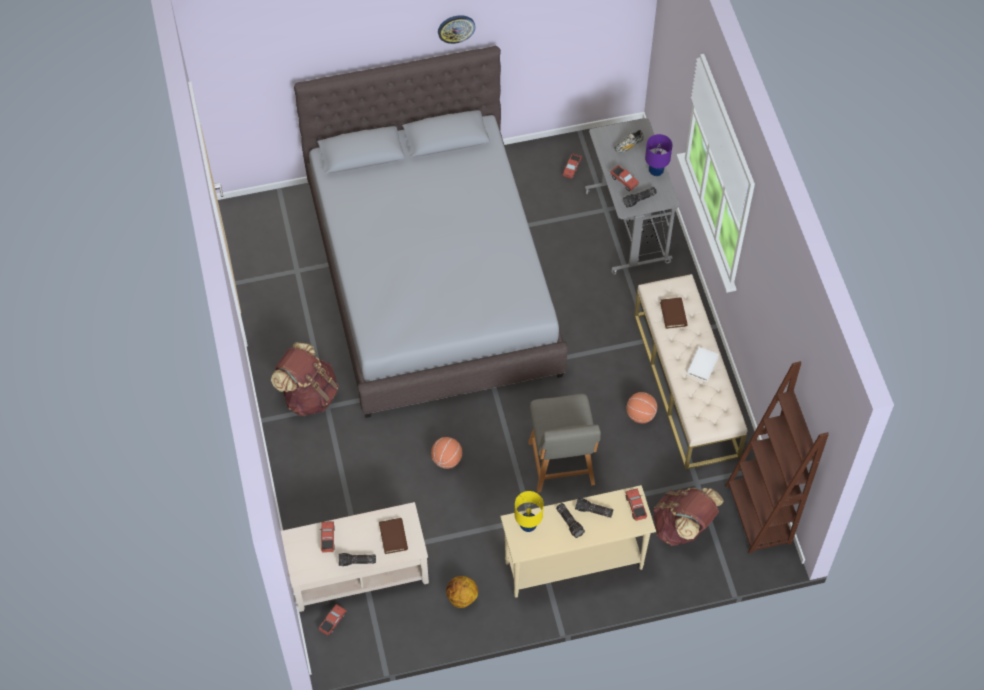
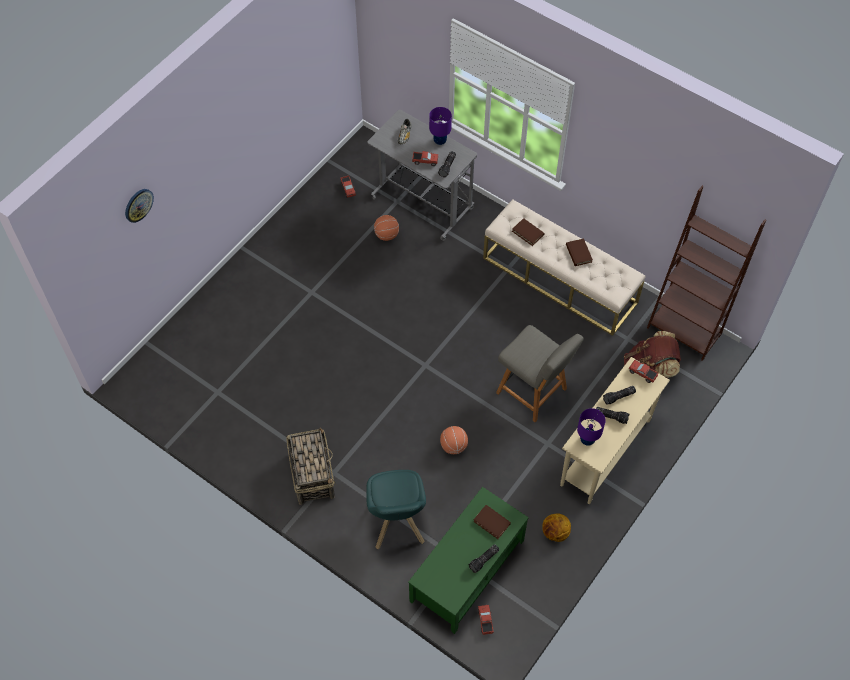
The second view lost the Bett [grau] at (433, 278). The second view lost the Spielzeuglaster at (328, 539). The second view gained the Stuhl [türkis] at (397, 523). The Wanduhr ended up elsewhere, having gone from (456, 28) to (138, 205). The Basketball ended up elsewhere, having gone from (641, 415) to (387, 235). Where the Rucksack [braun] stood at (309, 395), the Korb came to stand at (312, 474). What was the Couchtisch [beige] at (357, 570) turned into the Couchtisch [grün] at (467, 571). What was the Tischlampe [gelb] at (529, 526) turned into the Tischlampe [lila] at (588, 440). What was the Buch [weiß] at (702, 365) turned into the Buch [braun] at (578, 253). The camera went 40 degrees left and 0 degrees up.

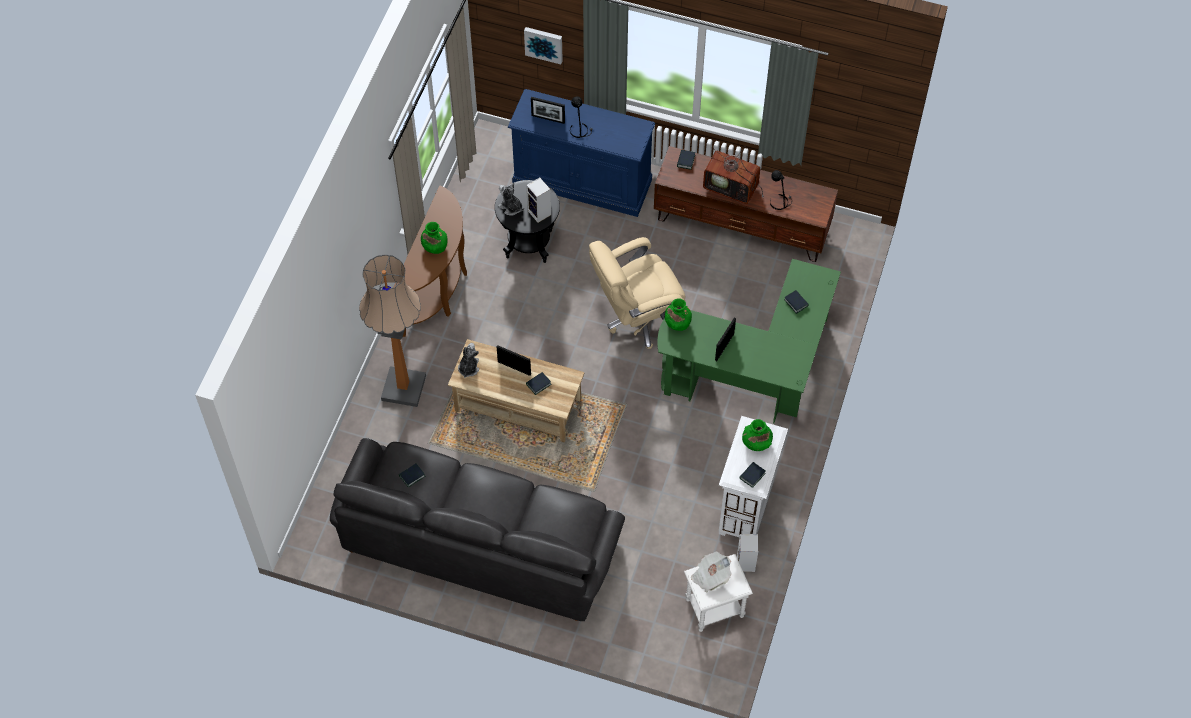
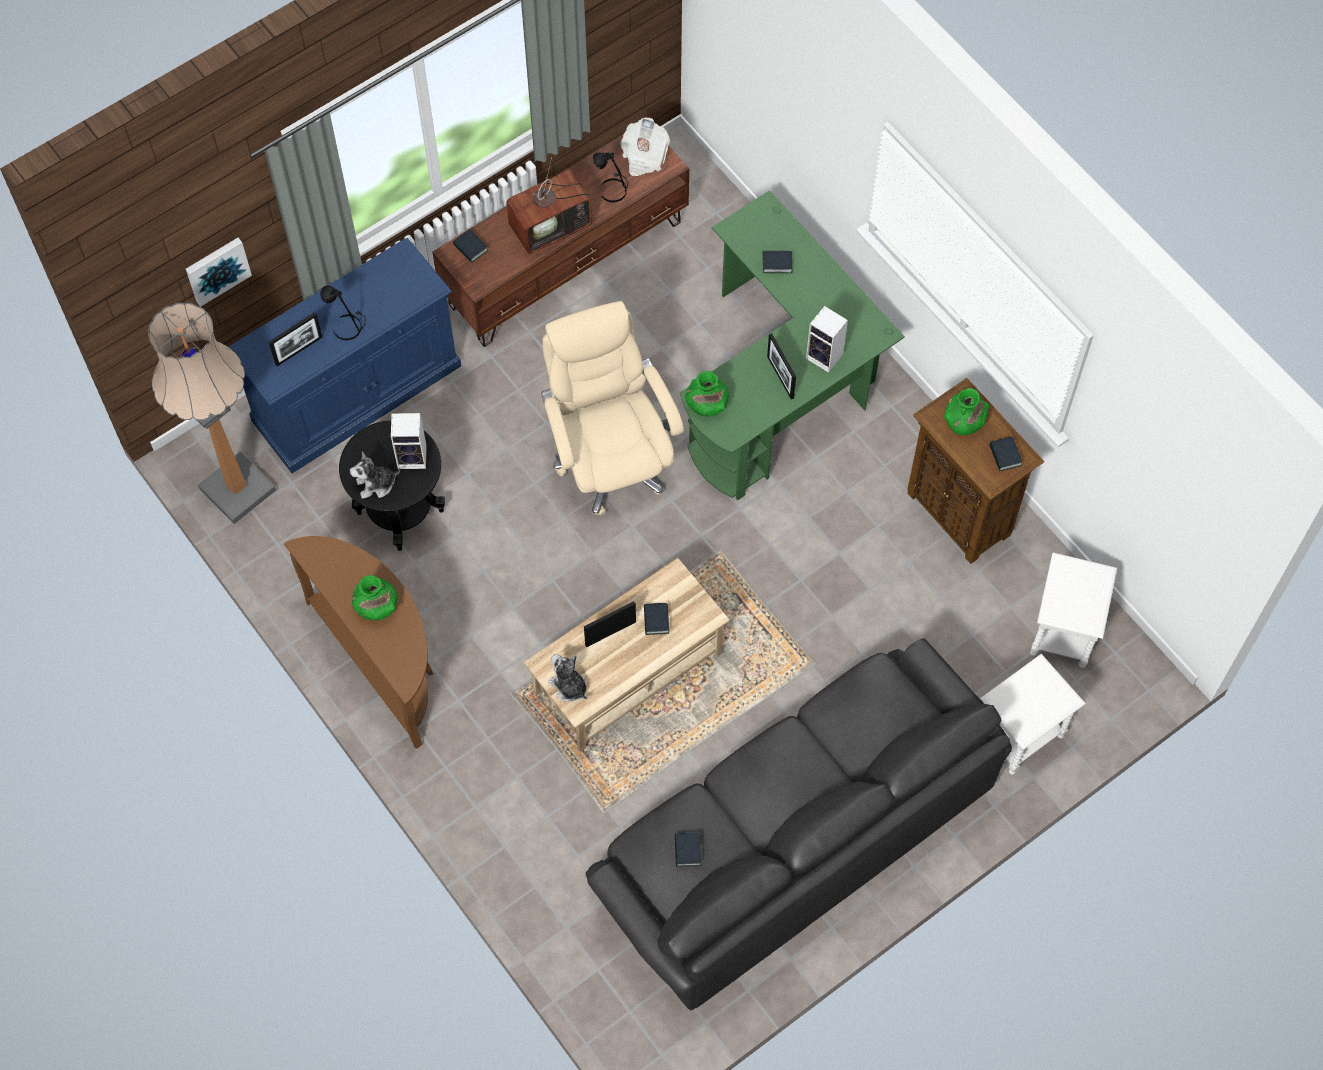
The second view gained the Beistelltisch [weiß] at (1020, 735). The Stehlampe ended up elsewhere, having gone from (404, 388) to (237, 489). The Zeitung ended up elsewhere, having gone from (710, 576) to (644, 156). The Lautsprecher ended up elsewhere, having gone from (746, 563) to (826, 357). What was the Schrank [weiß] at (746, 511) turned into the Schrank [braun] at (960, 515). The Bürostuhl [beige] at (637, 320) ended up facing another way, 150 degrees clockwise from before. The camera went 55 degrees left and 5 degrees up.

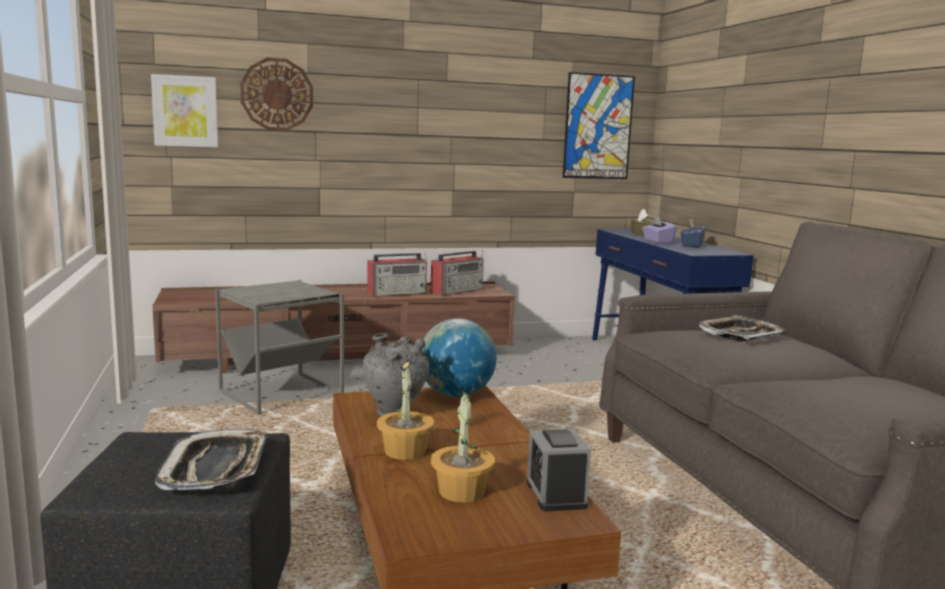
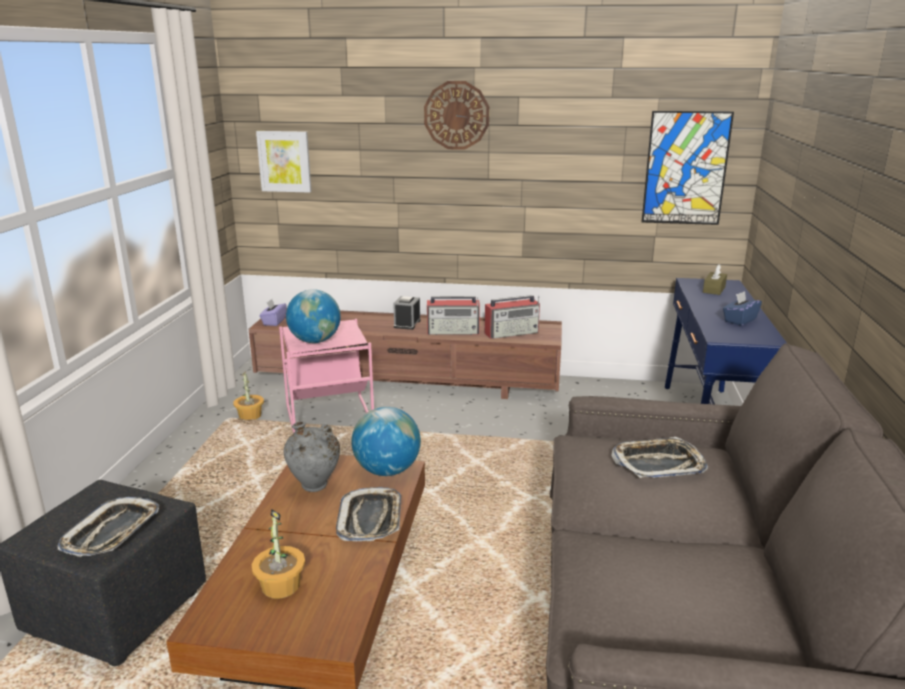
The second view gained the Globus at (315, 341). The second view gained the Tablett at (370, 520). The Wanduhr ended up elsewhere, having gone from (277, 94) to (456, 115). The Topfpflanze ended up elsewhere, having gone from (406, 451) to (250, 415). The Wecker ended up elsewhere, having gone from (556, 494) to (407, 324). The Taschentuchbox [lila] ended up elsewhere, having gone from (657, 242) to (274, 322). What was the Beistelltisch [grau] at (282, 394) turned into the Beistelltisch [rosa] at (330, 416). The camera went 25 degrees right and 10 degrees up.

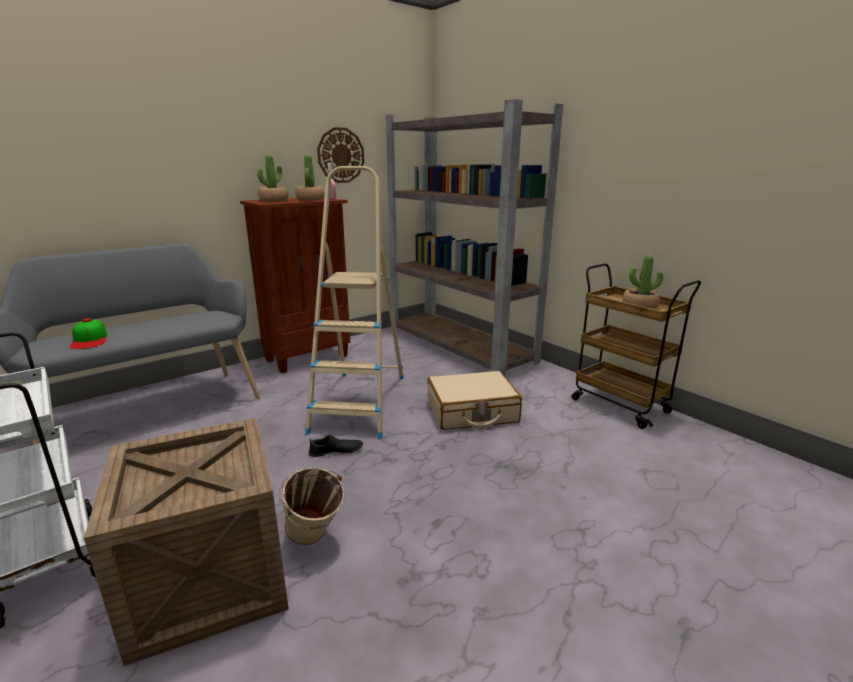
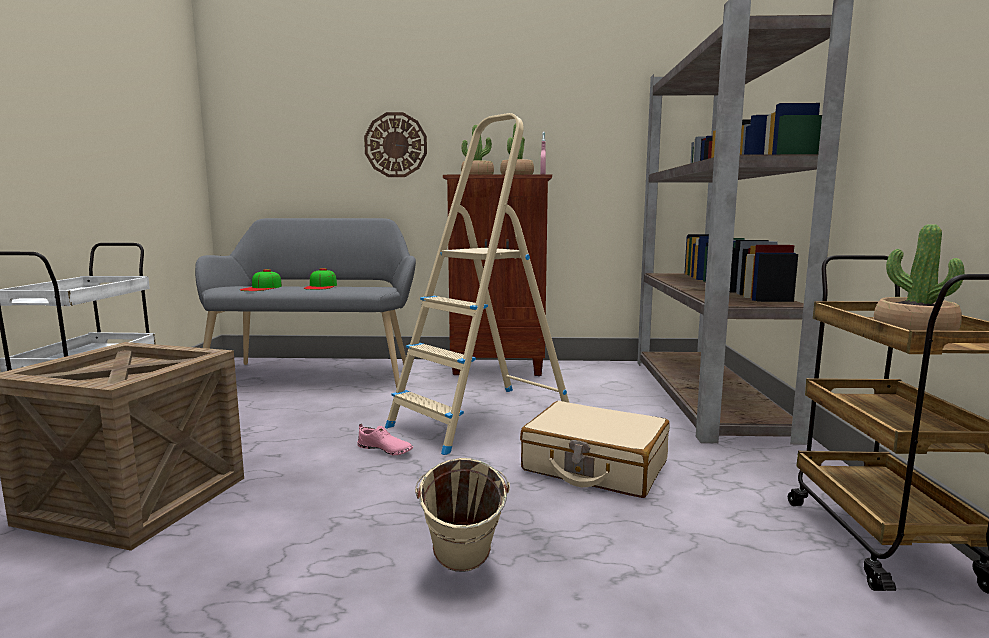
The second view gained the Kappe at (321, 286). The Eimer [beige] ended up elsewhere, having gone from (314, 540) to (462, 569). The Wanduhr ended up elsewhere, having gone from (340, 155) to (396, 145). What was the Schuh [schwarz] at (336, 451) turned into the Schuh [rosa] at (385, 450). The camera went 40 degrees right and 10 degrees down.

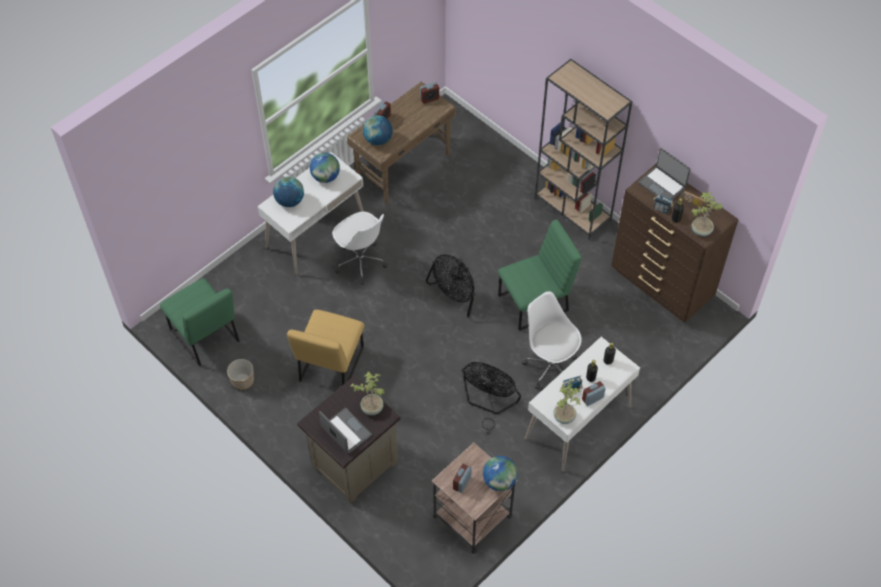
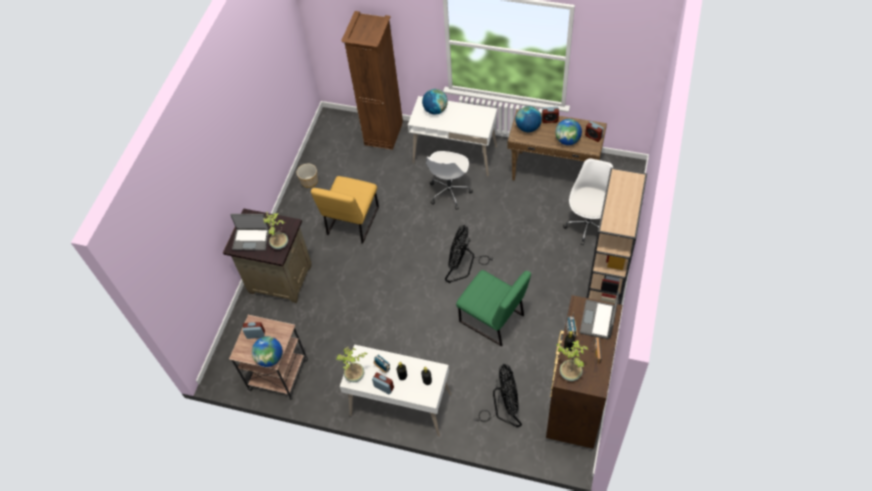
The second view lost the Stuhl [grün] at (205, 336). The second view gained the Schrank [braun] at (384, 134). The Globus ended up elsewhere, having gone from (325, 177) to (567, 140). The Ventilator [schwarz] ended up elsewhere, having gone from (488, 403) to (503, 405). The Bürostuhl [weiß] ended up elsewhere, having gone from (549, 367) to (587, 226). The Stuhl [gelb] at (330, 365) ended up facing another way, 60 degrees counterclockwise from before. The Laptop at (345, 432) ended up facing another way, 75 degrees clockwise from before. The camera went 65 degrees right and 0 degrees up.

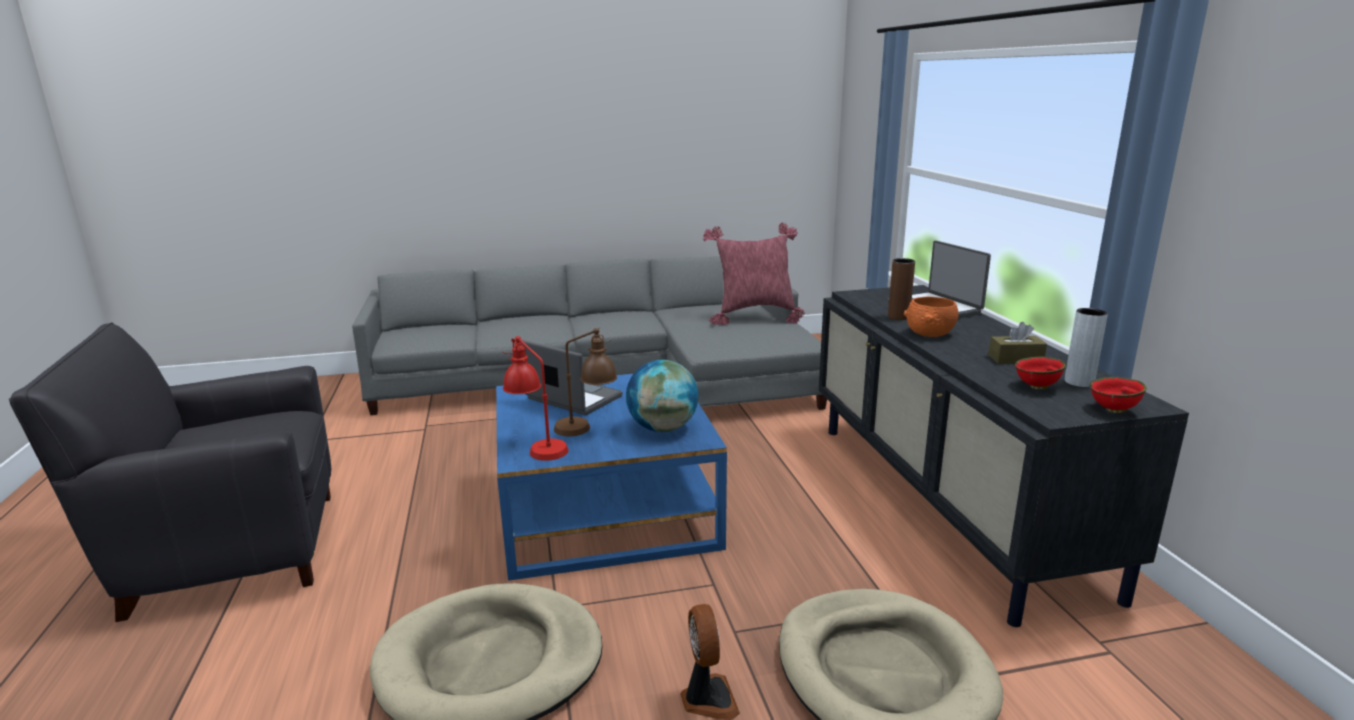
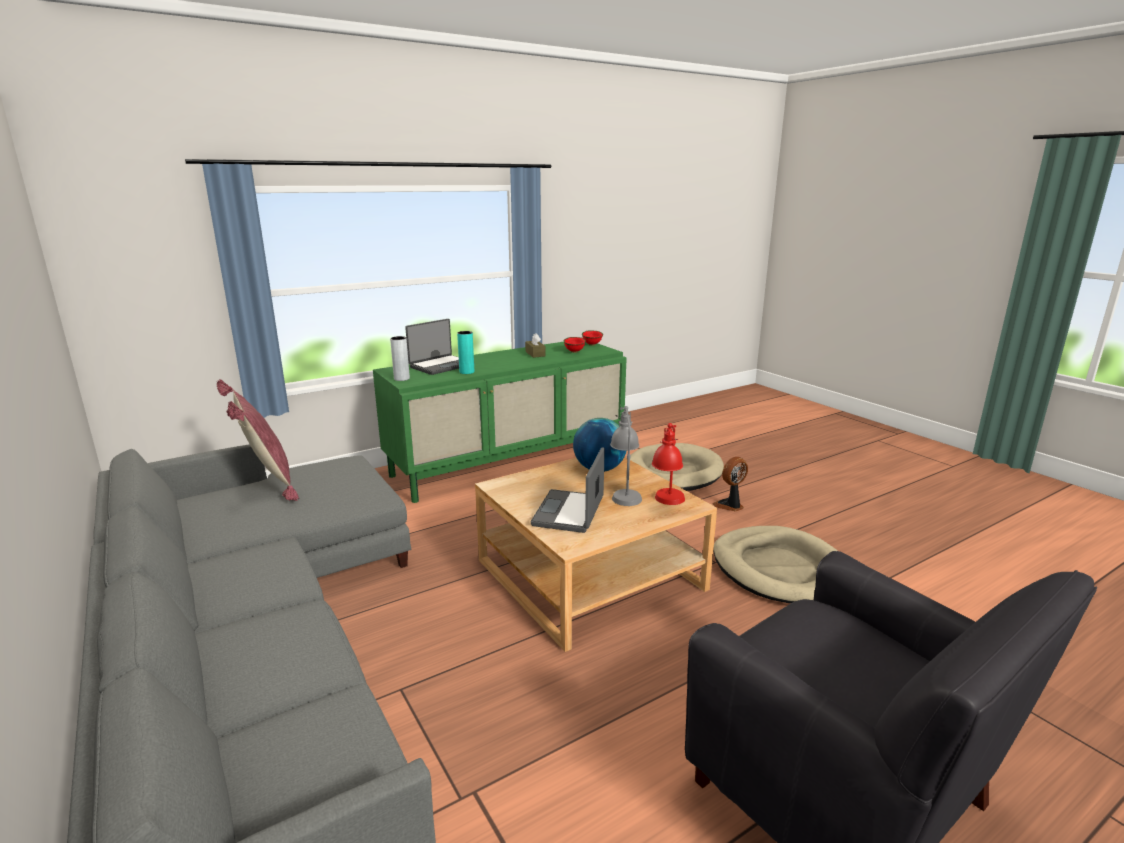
The second view lost the Schüssel [orange] at (930, 334). The Vase [grau] ended up elsewhere, having gone from (1079, 382) to (401, 379). What was the Couchtisch [blau] at (605, 508) turned into the Couchtisch [beige] at (589, 574). What was the Tischlampe [braun] at (587, 430) turned into the Tischlampe [grau] at (624, 493). What was the Schrank [schwarz] at (945, 502) turned into the Schrank [grün] at (509, 463). What was the Vase [braun] at (898, 317) turned into the Vase [türkis] at (467, 372). The camera went 110 degrees left and 0 degrees up.

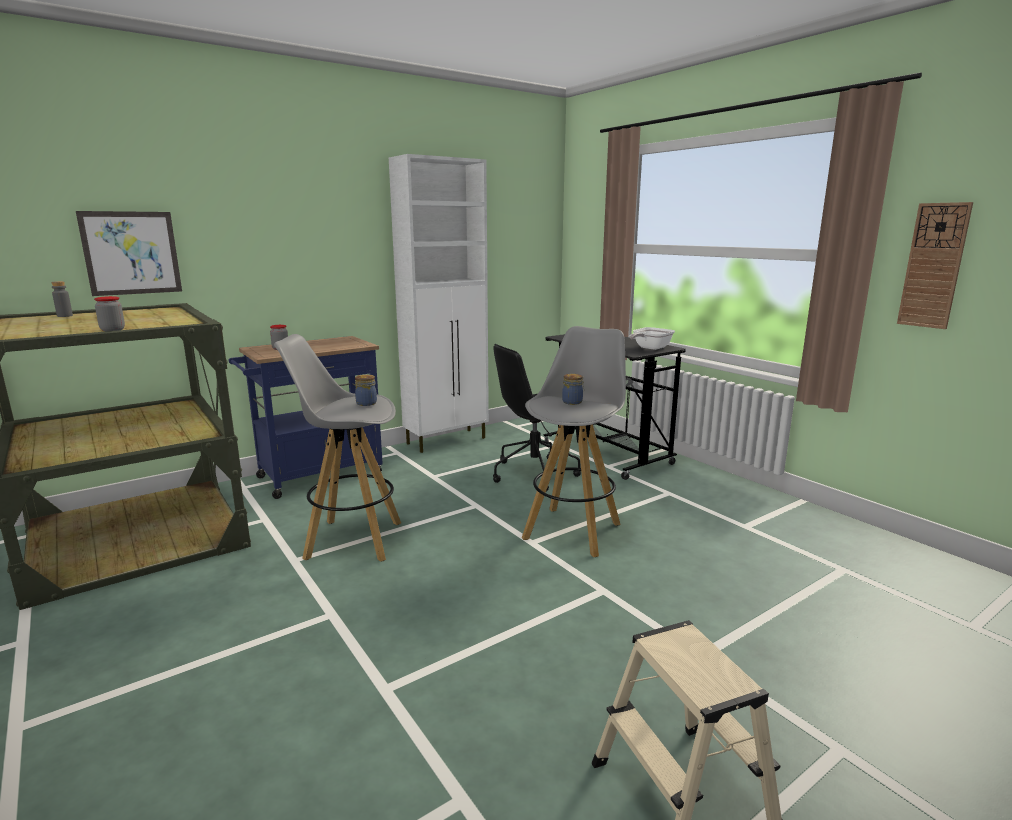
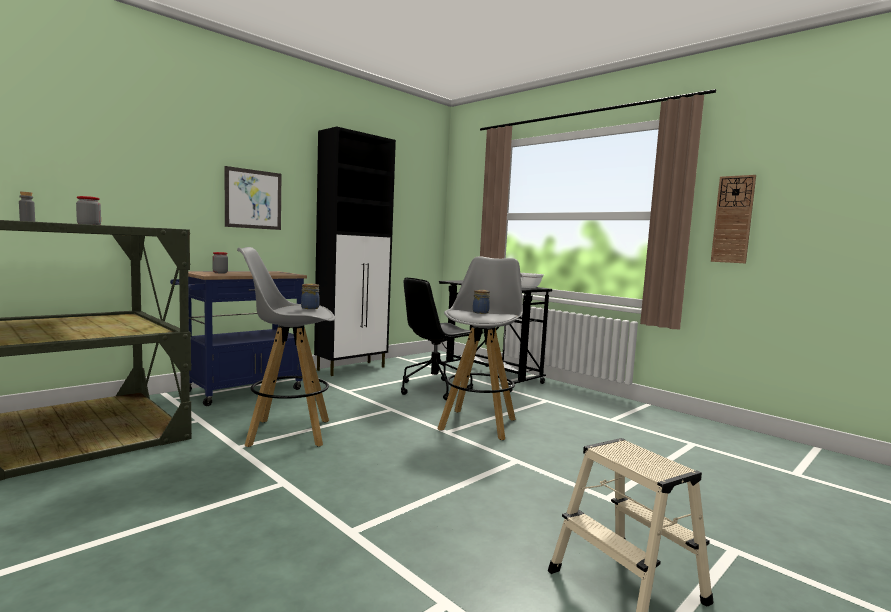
The Bild ended up elsewhere, having gone from (131, 253) to (253, 199). What was the Schrank [weiß] at (447, 440) turned into the Schrank [schwarz] at (352, 368). The camera went 10 degrees left and 10 degrees down.

